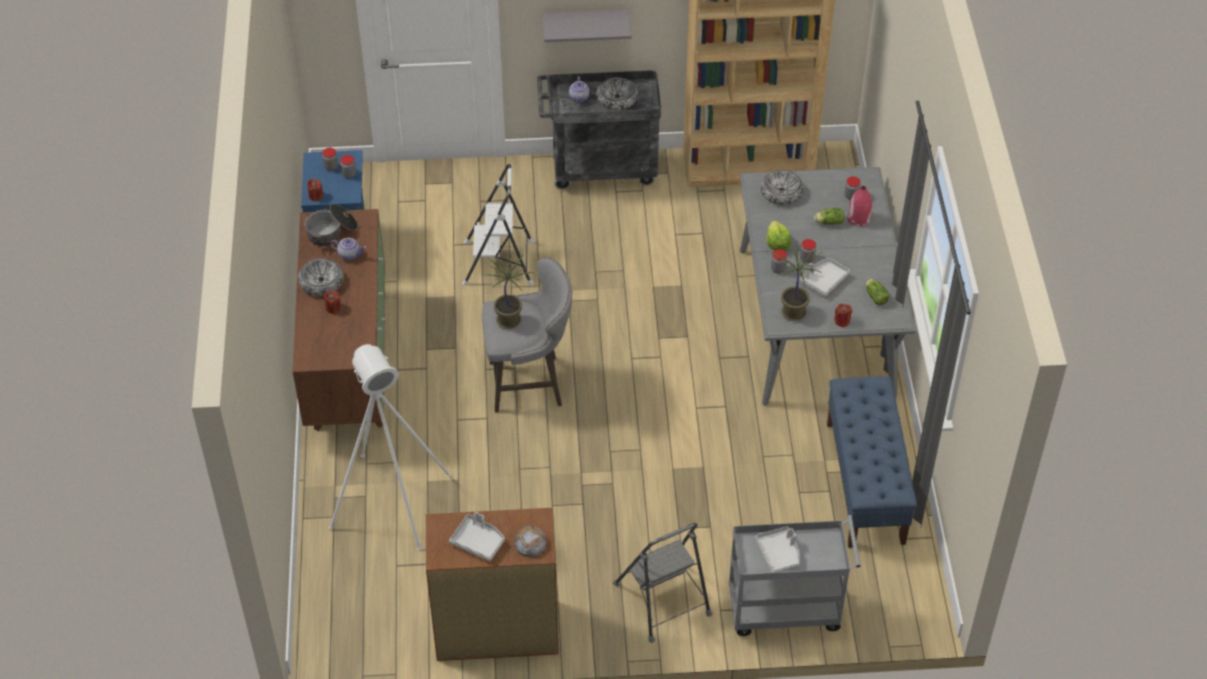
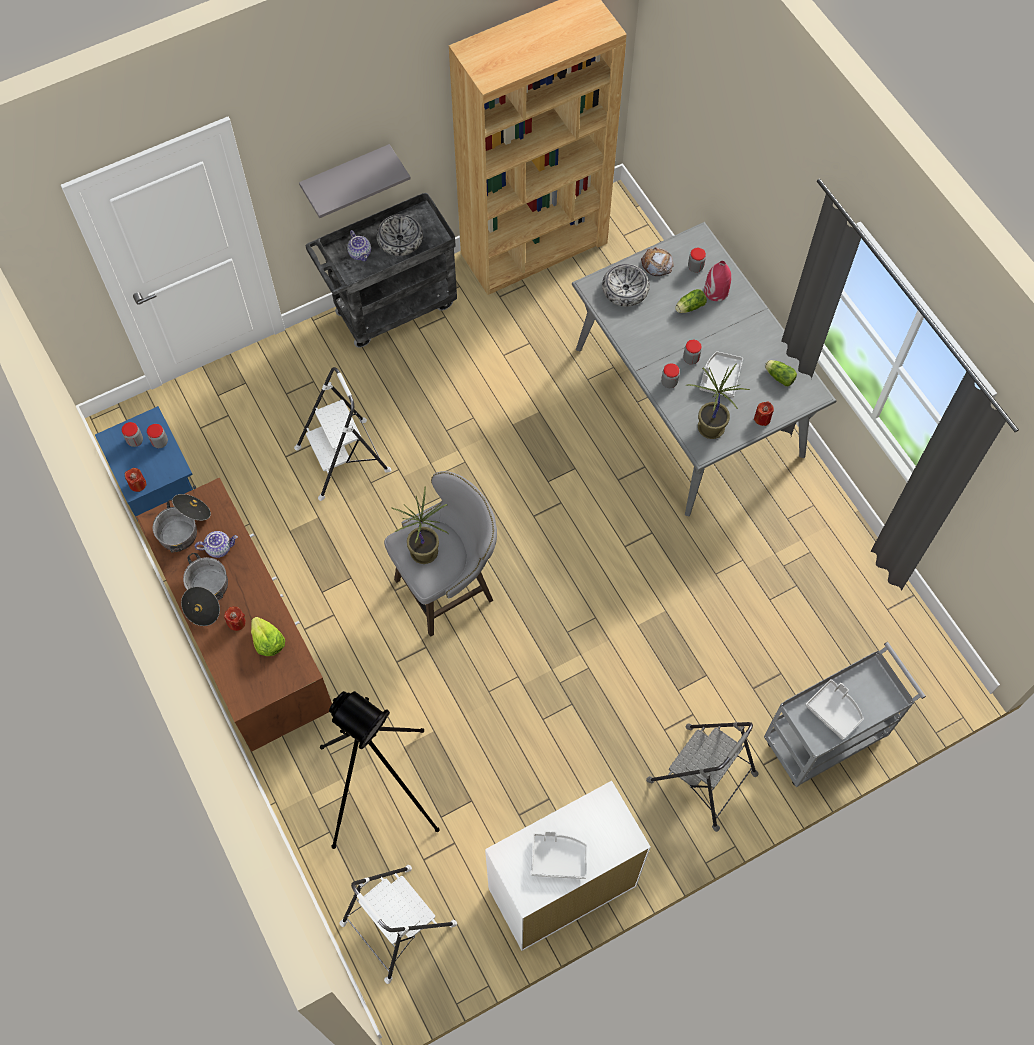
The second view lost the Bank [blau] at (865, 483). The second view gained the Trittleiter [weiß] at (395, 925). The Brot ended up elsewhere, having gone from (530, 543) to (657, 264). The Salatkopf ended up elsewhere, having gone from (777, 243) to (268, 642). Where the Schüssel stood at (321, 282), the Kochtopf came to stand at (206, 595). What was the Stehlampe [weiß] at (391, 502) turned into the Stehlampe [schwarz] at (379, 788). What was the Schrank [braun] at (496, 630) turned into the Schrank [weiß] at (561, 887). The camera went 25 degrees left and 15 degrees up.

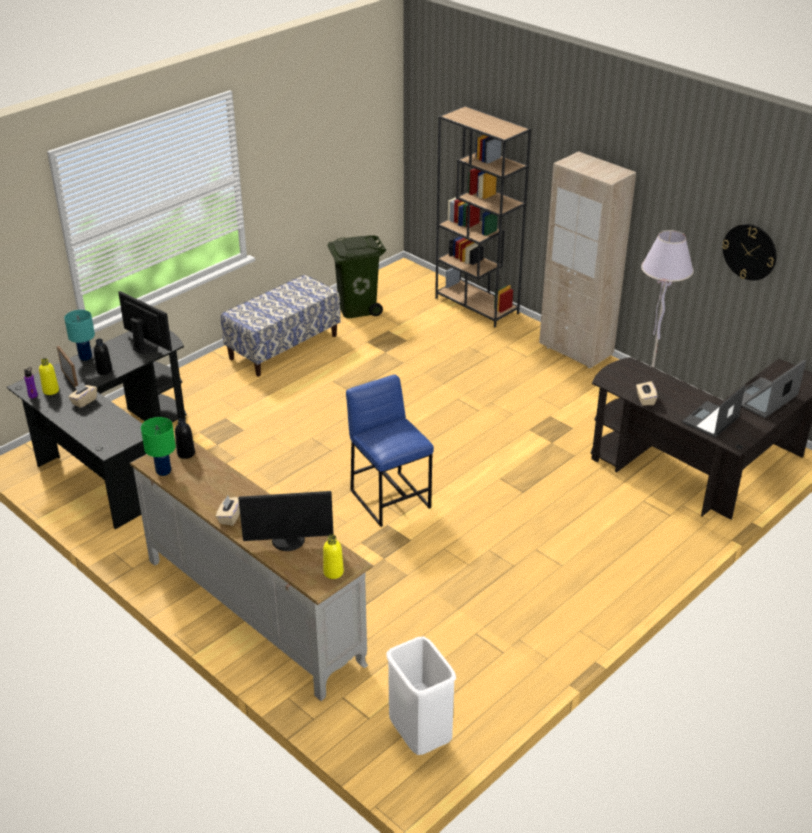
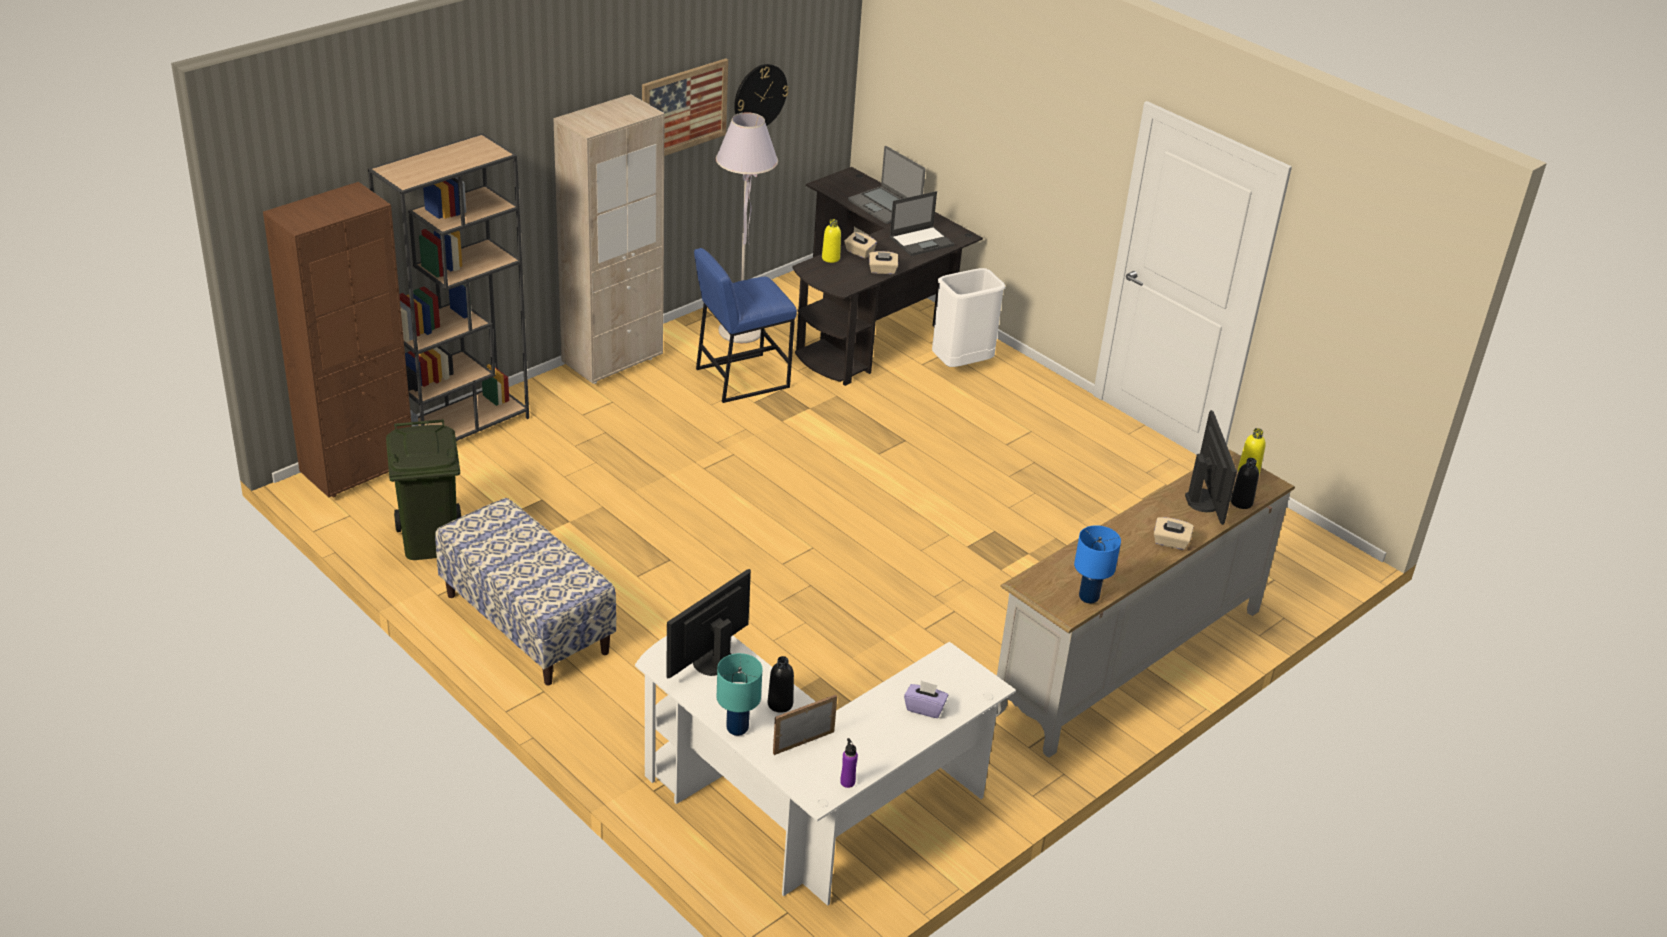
The second view gained the Schrank [braun] at (359, 472). The second view gained the Bild at (684, 109). The second view gained the Taschentuchbox [lila] at (924, 708). The Flasche [gelb] ended up elsewhere, having gone from (51, 390) to (830, 258). The Taschentuchbox [beige] ended up elsewhere, having gone from (84, 401) to (859, 252). The Flasche [schwarz] ended up elsewhere, having gone from (186, 453) to (1241, 502). The Stuhl [blau] ended up elsewhere, having gone from (389, 498) to (741, 378). The Mülleimer [weiß] ended up elsewhere, having gone from (420, 737) to (961, 365). What was the Schreibtisch [schwarz] at (112, 457) turned into the Schreibtisch [weiß] at (810, 813). What was the Tischlampe [grün] at (163, 471) turned into the Tischlampe [blau] at (1087, 598). The Laptop at (710, 420) ended up facing another way, 75 degrees counterclockwise from before. The camera went 90 degrees left and 0 degrees up.

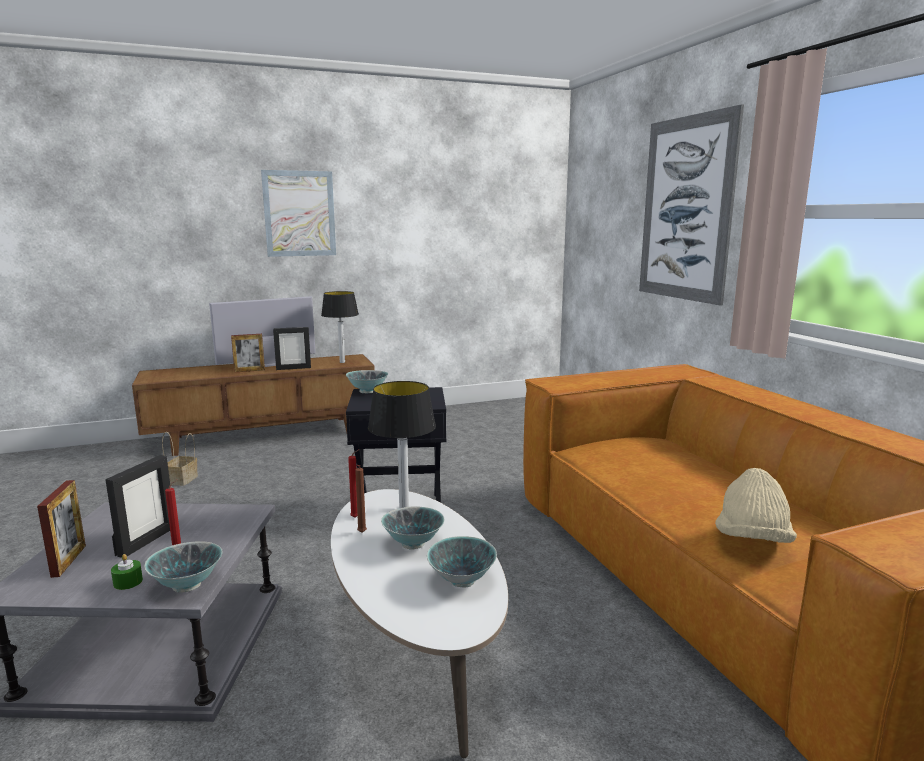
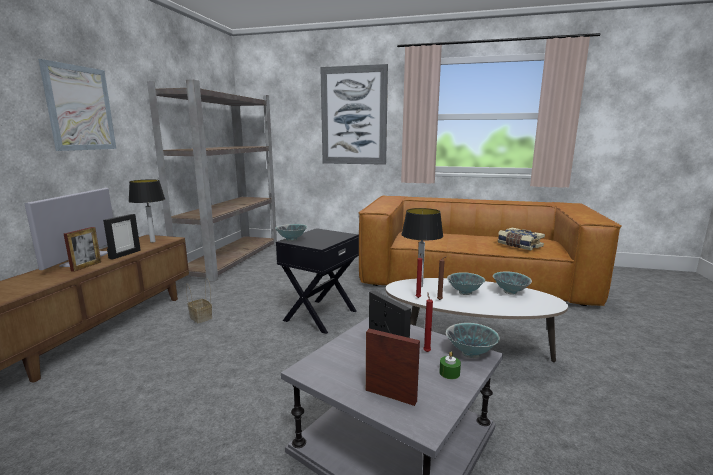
The second view gained the Bücherregal [braun] at (231, 258). The Korb ended up elsewhere, having gone from (182, 480) to (201, 318). Where the Hut [beige] stood at (752, 540), the Buch came to stand at (519, 245). The camera went 55 degrees left and 0 degrees up.

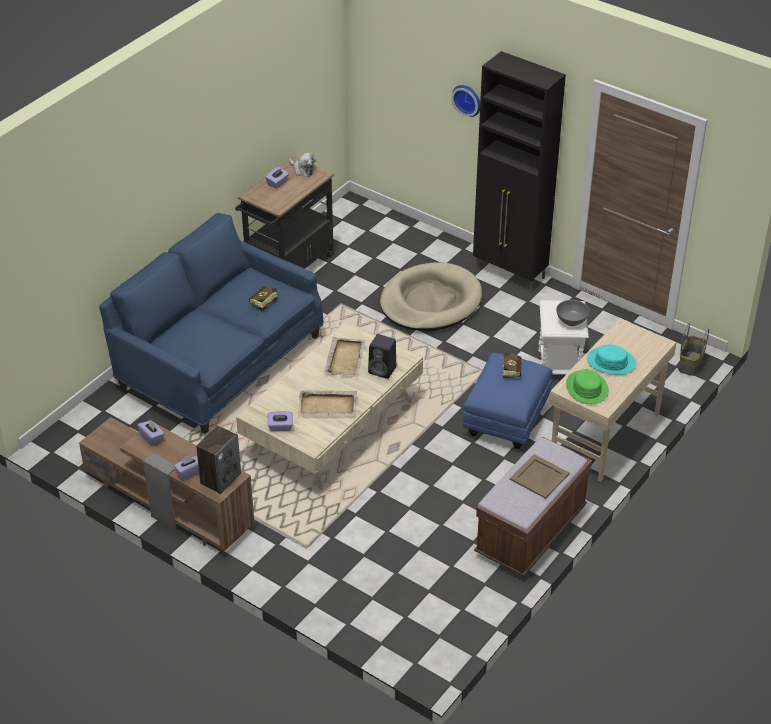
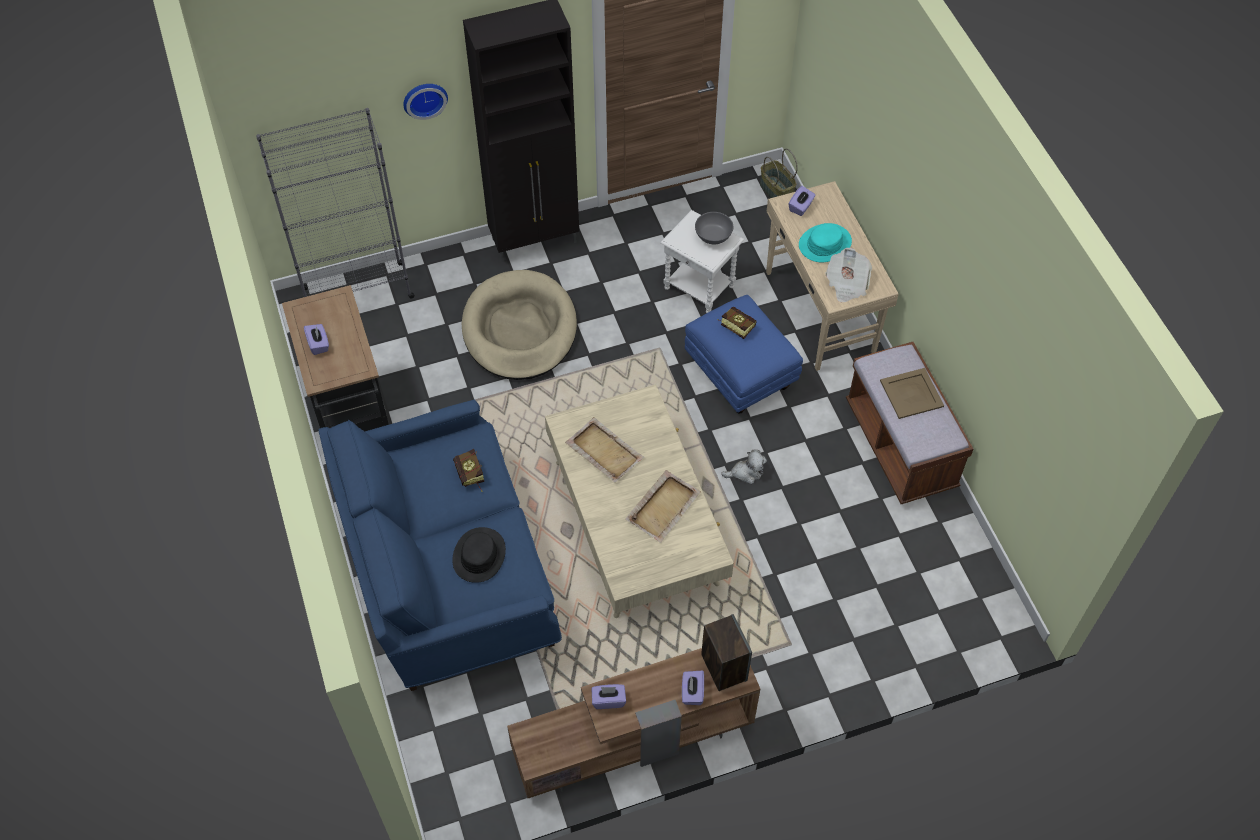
The second view lost the Lautsprecher [schwarz] at (383, 370). The second view gained the Bücherregal [grau] at (357, 293). The second view gained the Hut [schwarz] at (479, 555). The Taschentuchbox [lila] ended up elsewhere, having gone from (280, 427) to (801, 207). The Plüschtier ended up elsewhere, having gone from (302, 170) to (746, 472). Where the Hut [grün] stood at (586, 388), the Zeitung came to stand at (846, 284). The camera went 55 degrees left and 15 degrees up.

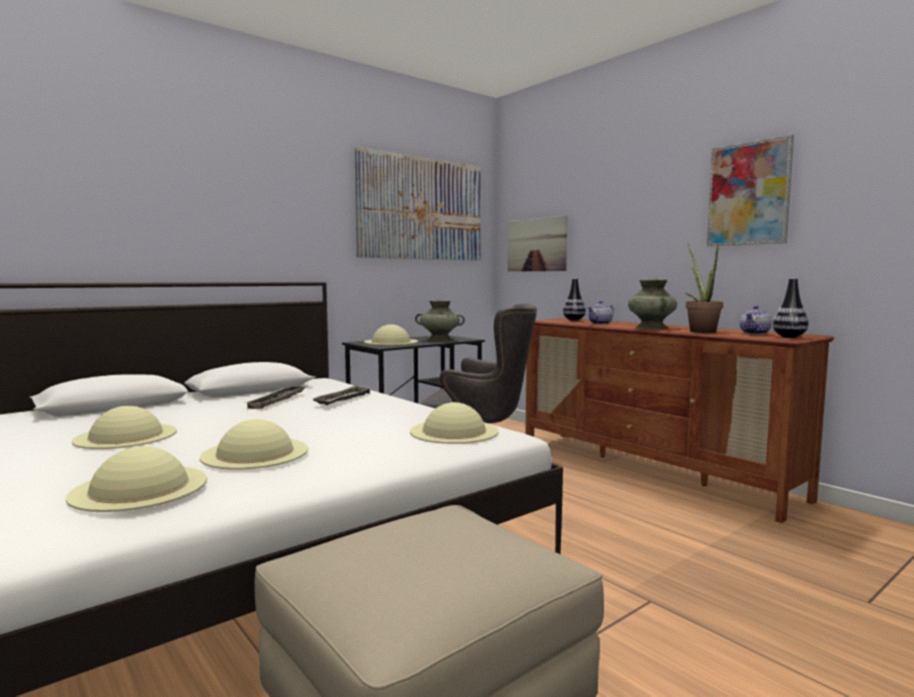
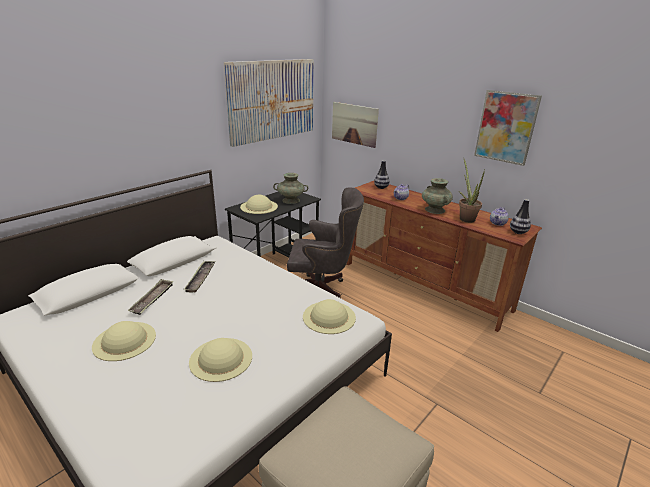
The second view lost the Hut [beige] at (139, 487). The Tablett ended up elsewhere, having gone from (343, 399) to (152, 299). The camera went 10 degrees left and 20 degrees up.

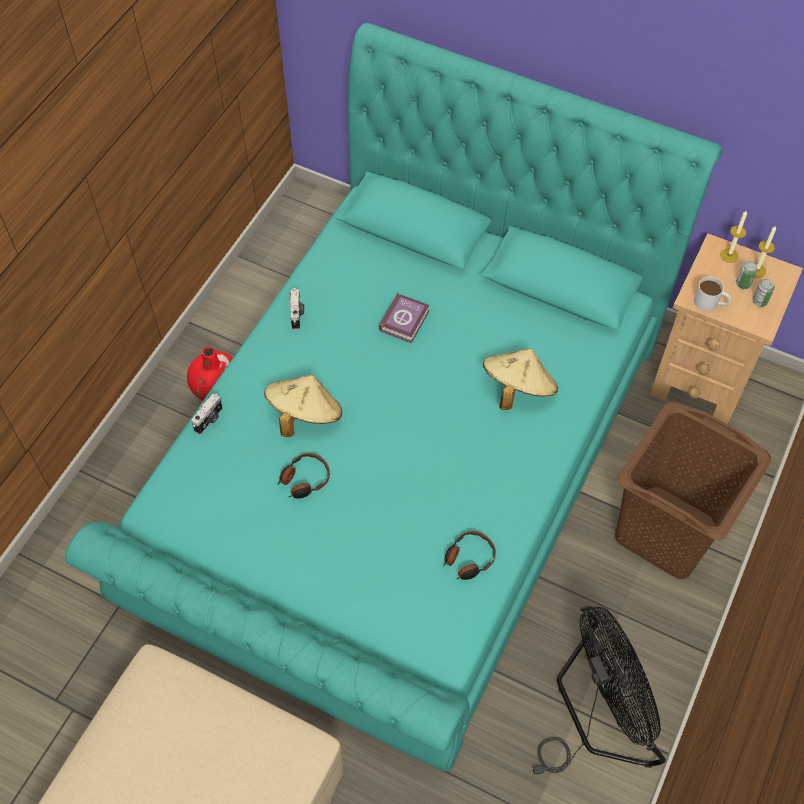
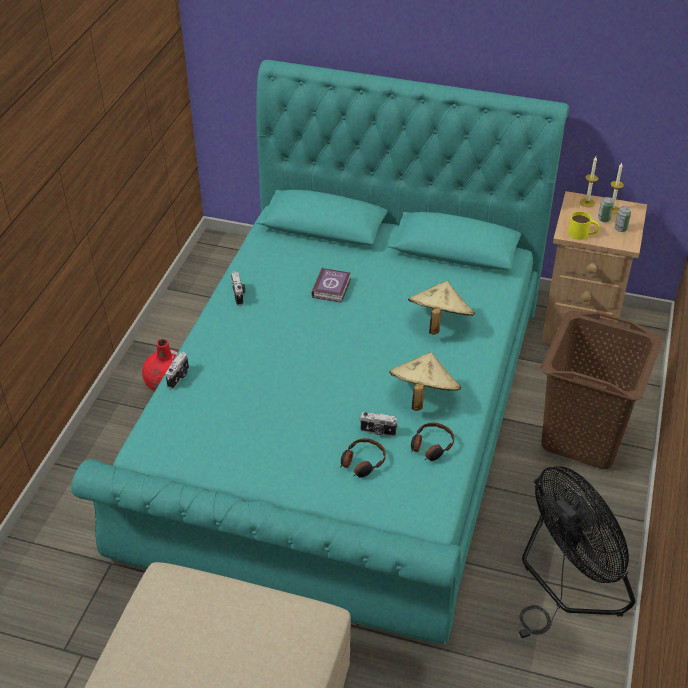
The second view gained the Kamera at (378, 432). The Hut [beige] ended up elsewhere, having gone from (304, 415) to (423, 396). The Kopfhörer ended up elsewhere, having gone from (304, 480) to (362, 462). What was the Henkelbecher [weiß] at (710, 303) turned into the Henkelbecher [gelb] at (582, 234). The camera went 10 degrees left and 15 degrees down.

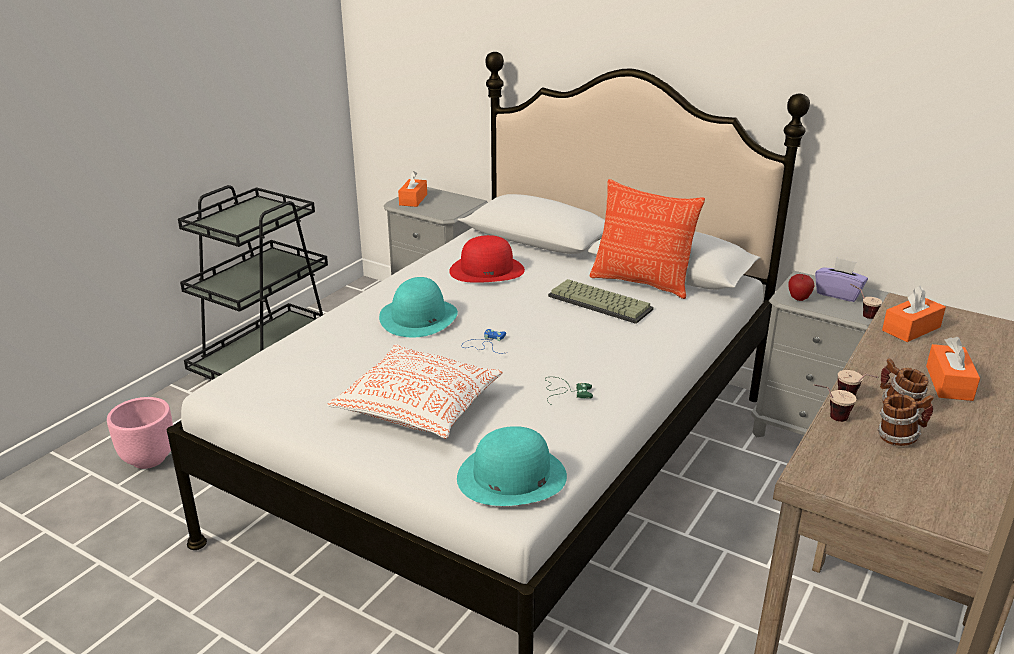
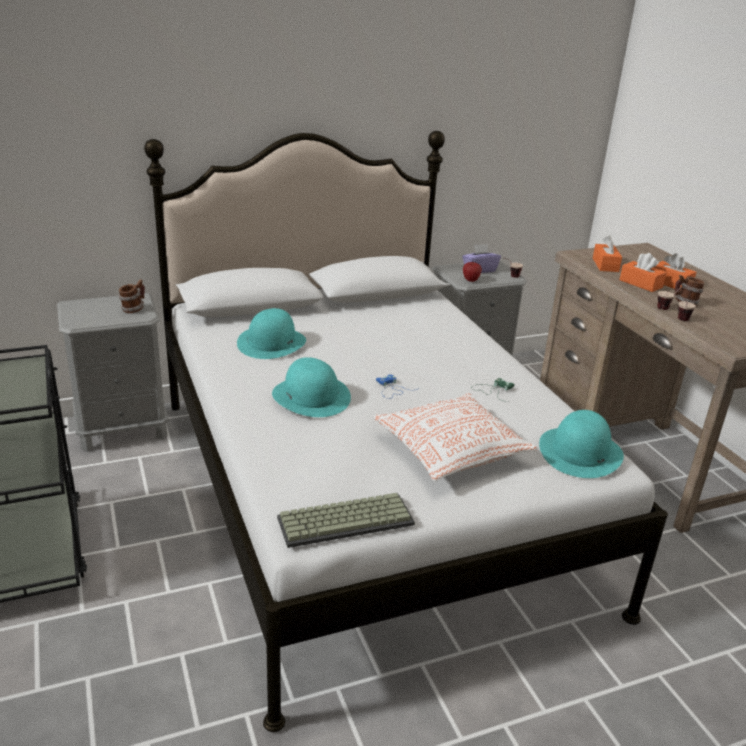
The second view lost the Pflanzkübel [rosa] at (148, 459). The second view lost the Kissen [orange] at (642, 283). The Taschentuchbox [orange] ended up elsewhere, having gone from (413, 200) to (640, 284). The Tastatur ended up elsewhere, having gone from (601, 302) to (346, 519). The Henkelbecher ended up elsewhere, having gone from (899, 437) to (133, 309). What was the Hut [rot] at (487, 270) turned into the Hut [türkis] at (271, 342). The camera went 55 degrees left and 0 degrees up.

